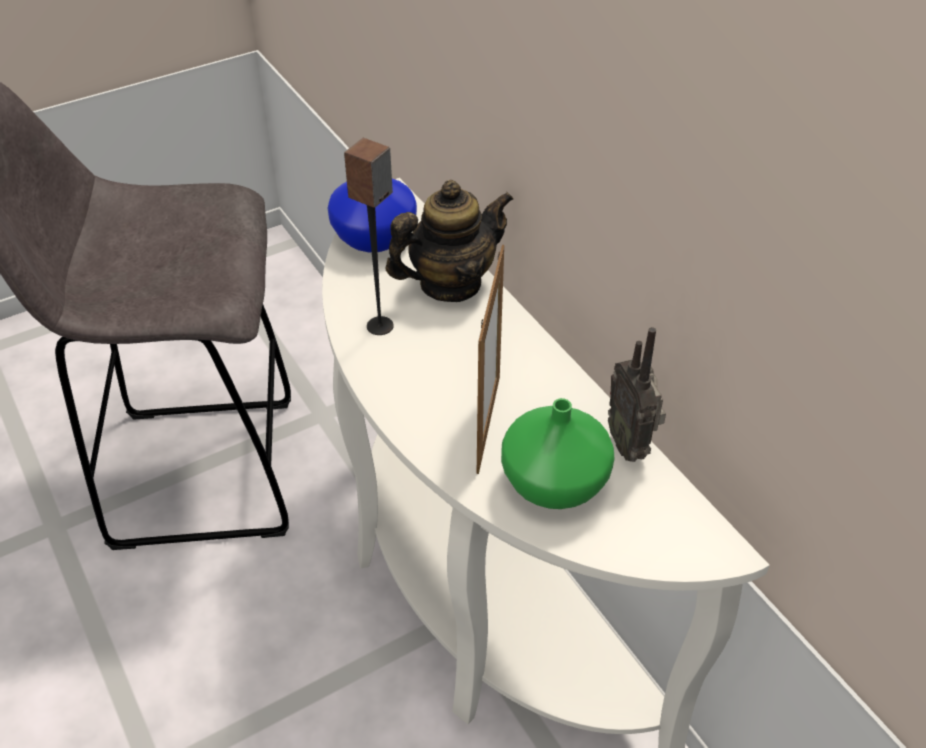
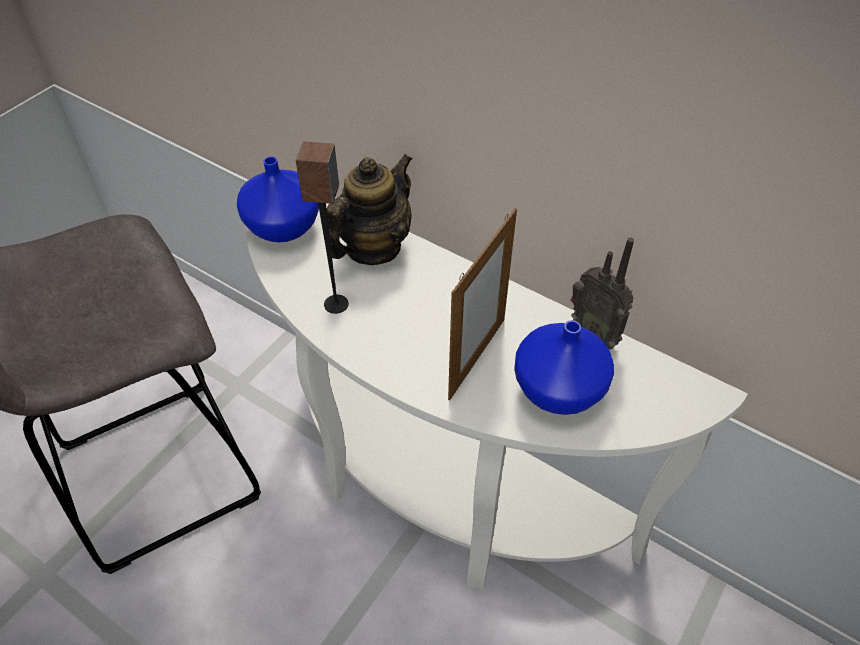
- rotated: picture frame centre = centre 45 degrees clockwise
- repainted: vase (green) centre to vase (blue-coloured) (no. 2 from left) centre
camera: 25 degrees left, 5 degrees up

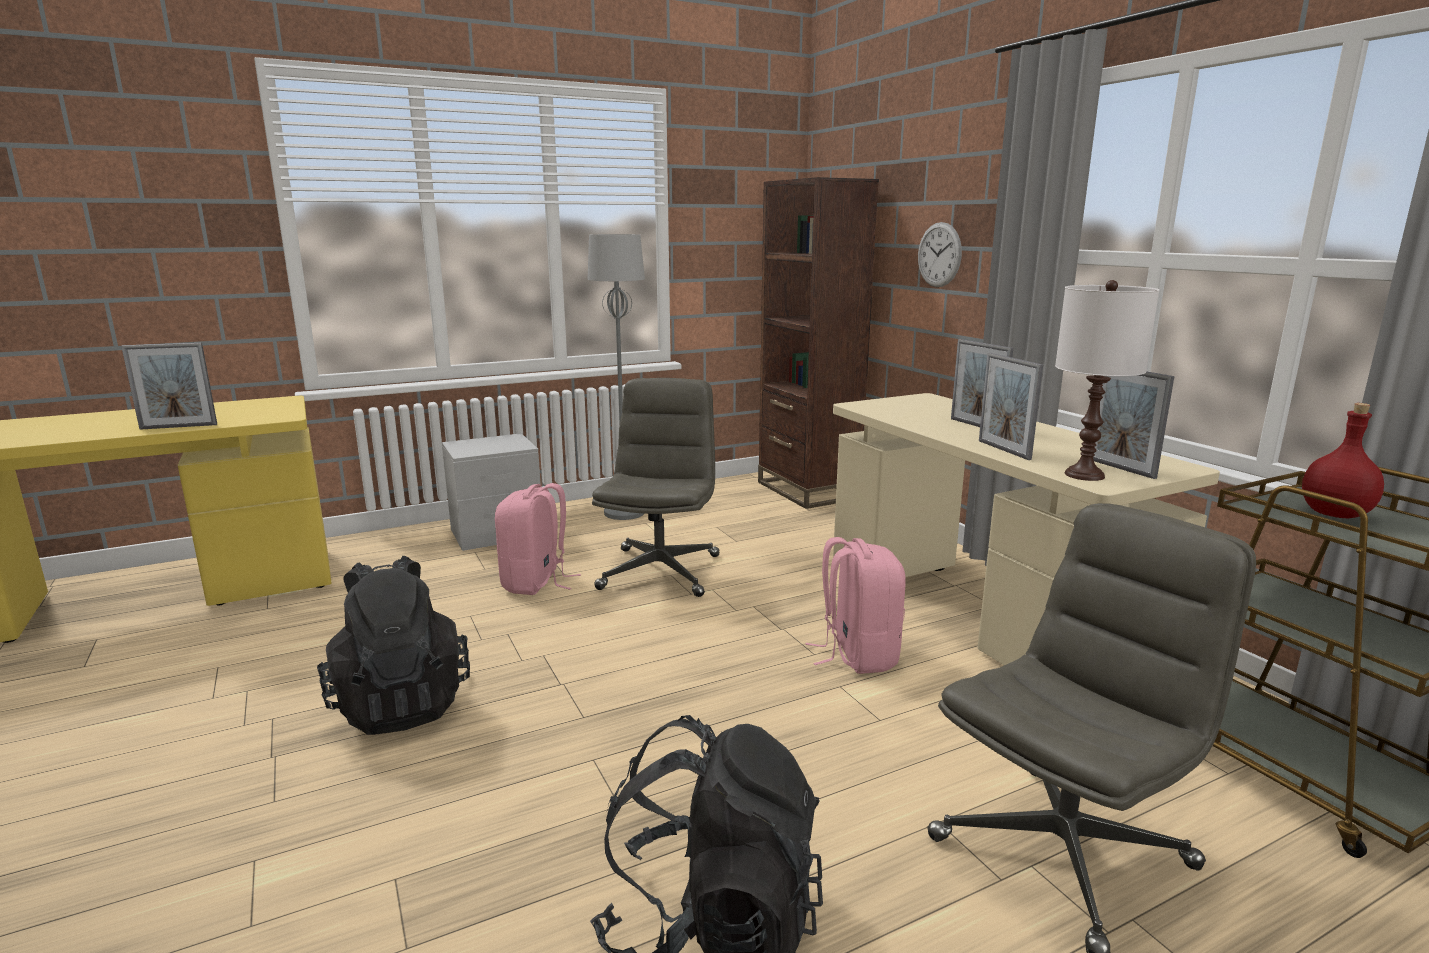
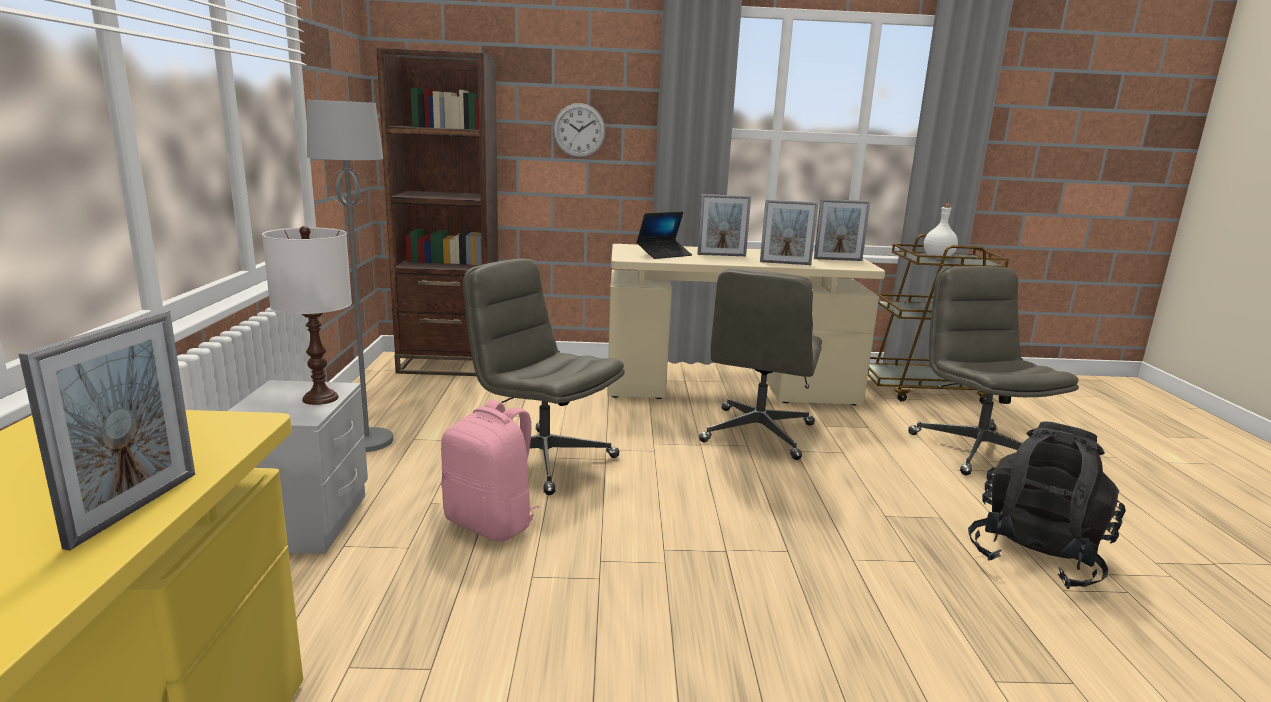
- shifted: tabletop lamp (white-coloured) middle right to middle left
- new: laptop centre
- swapped: backpack (pinkish) (no. 2 from left) centre to office chair (greyish) (no. 2 from left) centre
- repainted: bottle (reddish) middle right to bottle (white-coloured) top right
- gone: backpack (black) (no. 1 from left) bottom left
camera: 65 degrees left, 0 degrees up

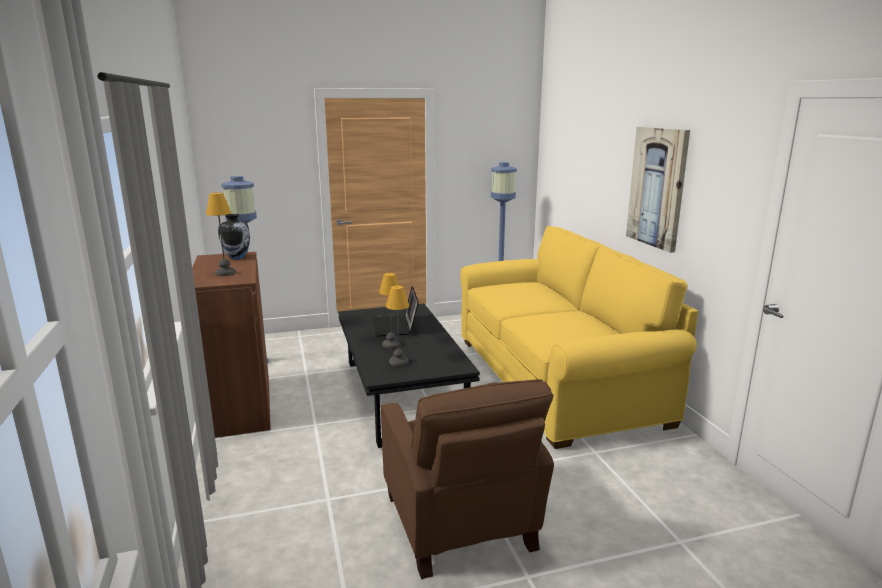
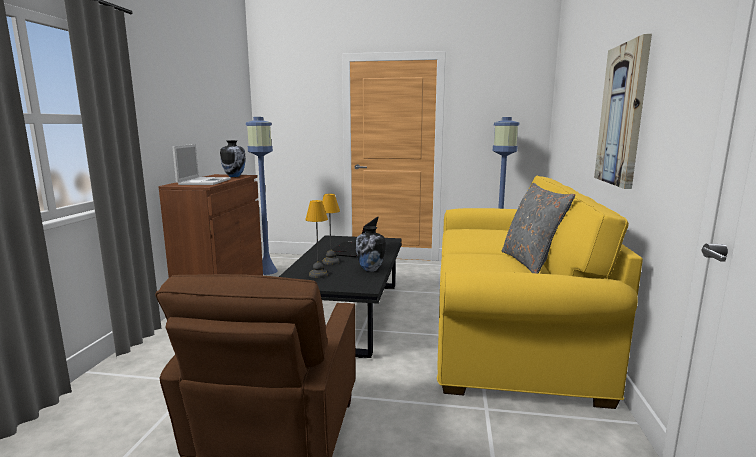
- swapped: tabletop lamp (no. 1 from left) middle left to laptop (no. 1 from left) middle left
- new: vase (no. 2 from left) centre
- new: cushion (greyish) middle right
camera: 25 degrees right, 5 degrees down

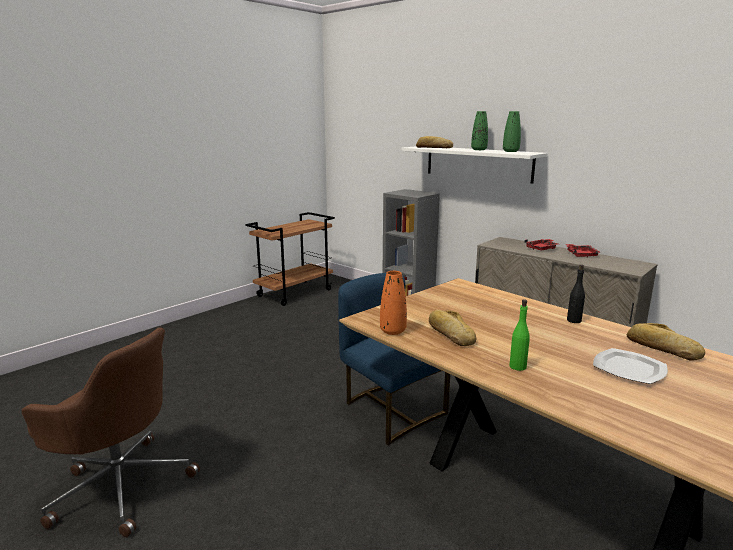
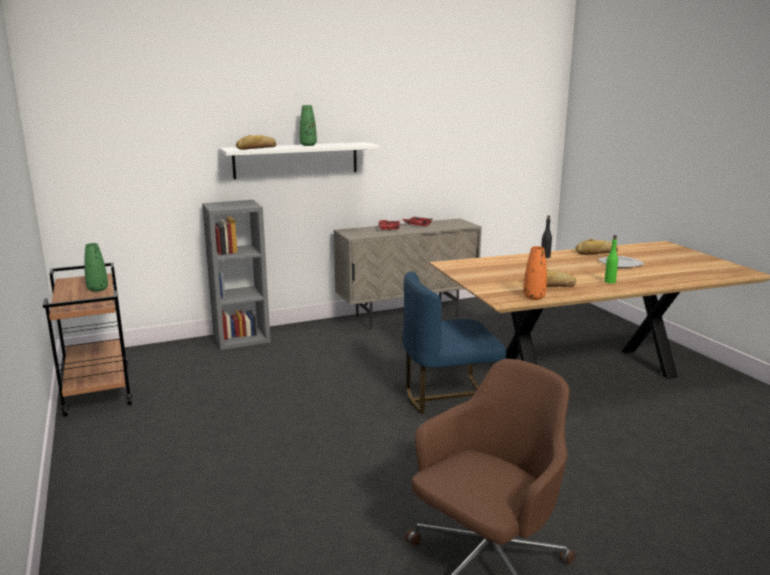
- shifted: vase (green) (no. 2 from left in the first image) top right to vase (green) (no. 1 from left) middle left
camera: 65 degrees left, 0 degrees up

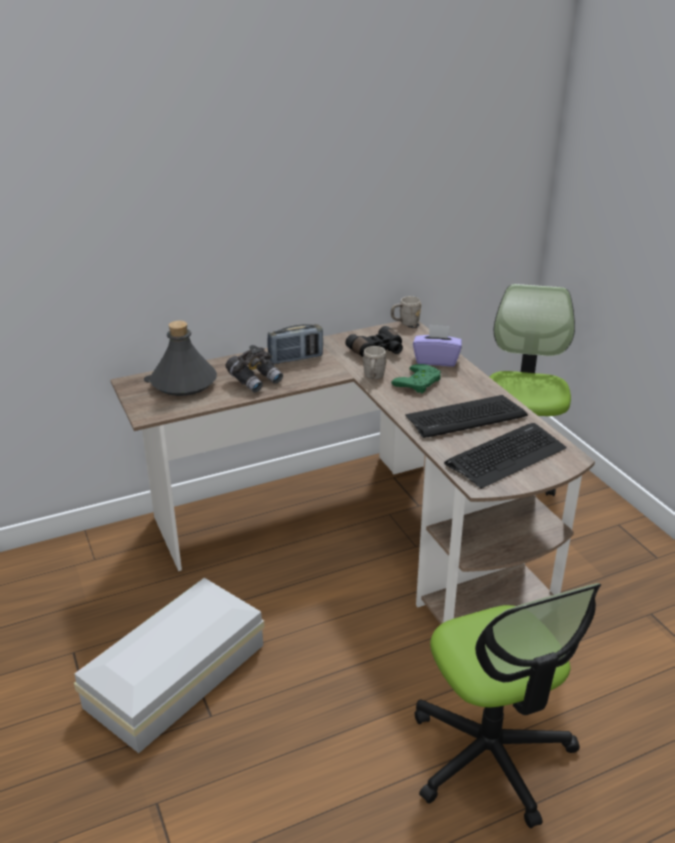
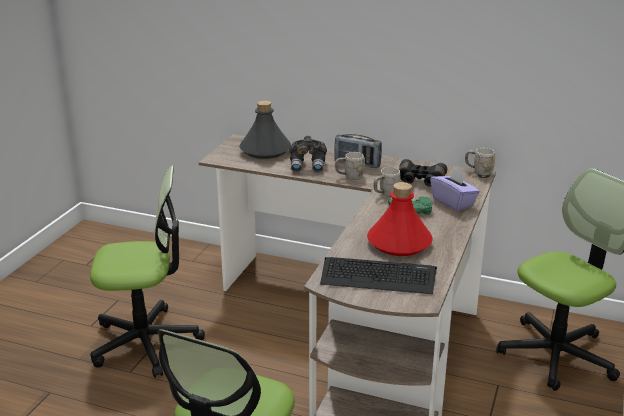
- swapped: storage container (white-coloured) bottom left to office chair (no. 1 from left) middle left
- new: mug (greyish) (no. 1 from left) centre
- swapped: PC keyboard (no. 1 from left) middle right to bottle (reddish) centre
camera: 45 degrees right, 5 degrees down

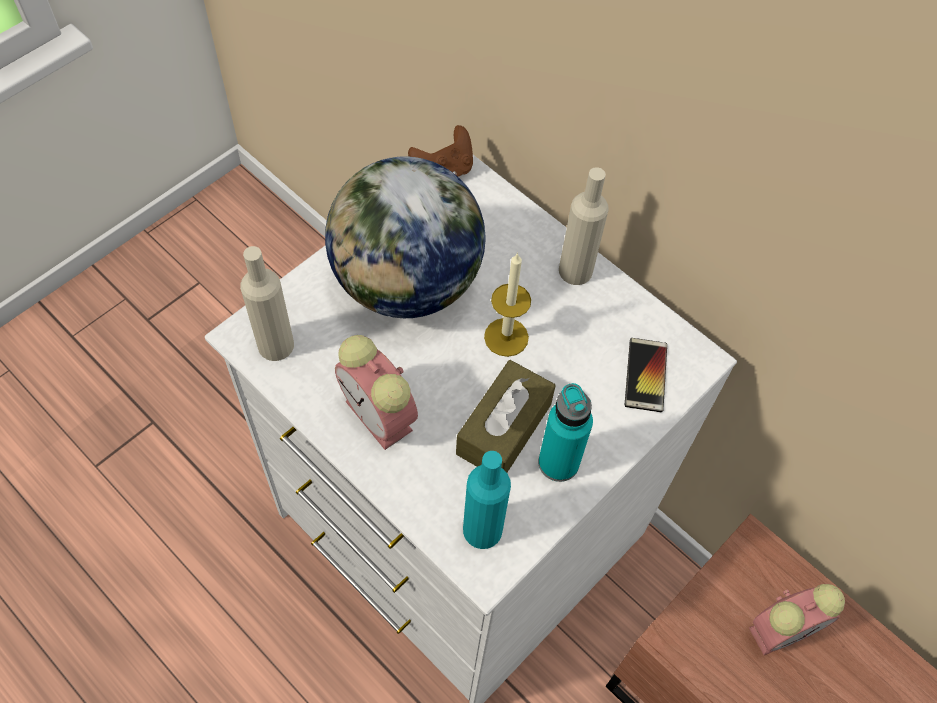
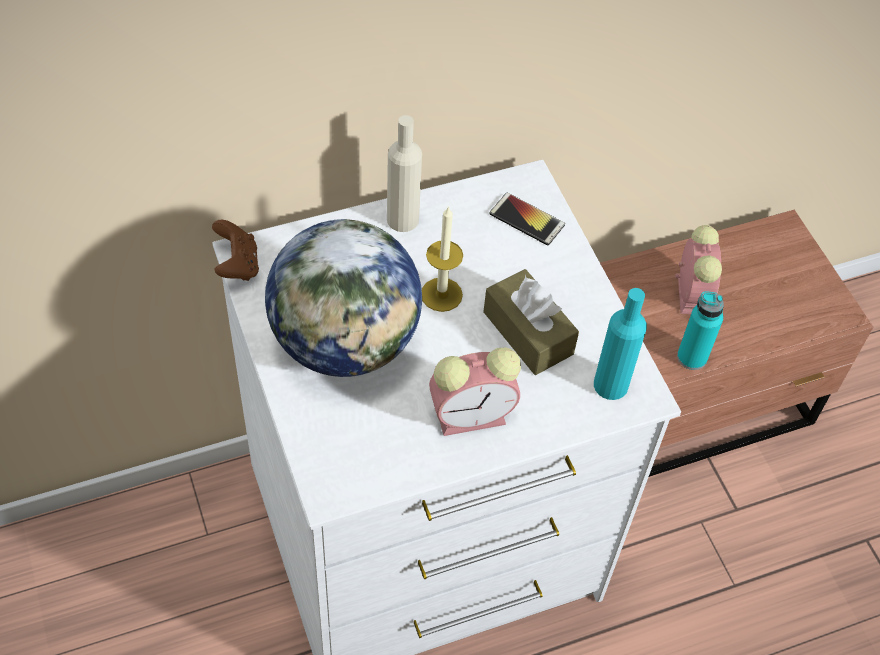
- shifted: bottle (turquoise) (no. 2 from left) centre to middle right
- gone: bottle (beige-coloured) (no. 1 from left) middle left
camera: 65 degrees left, 5 degrees down

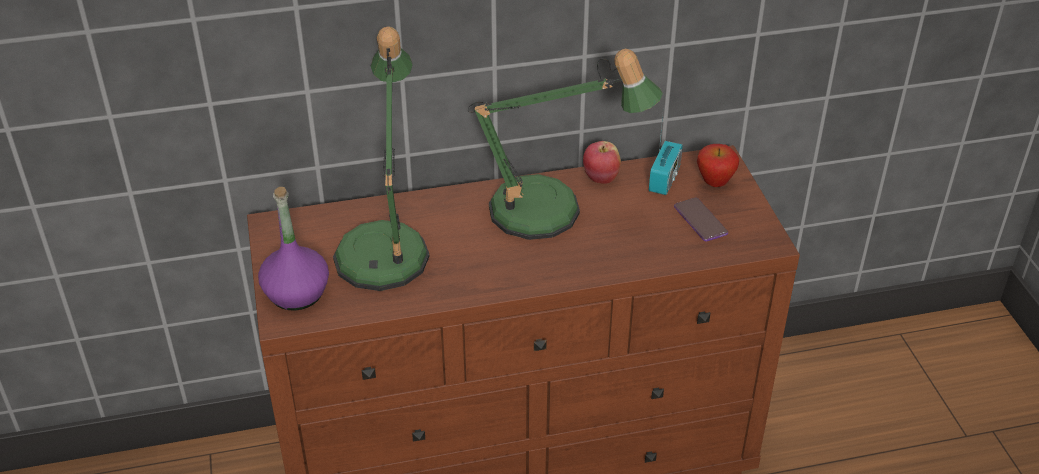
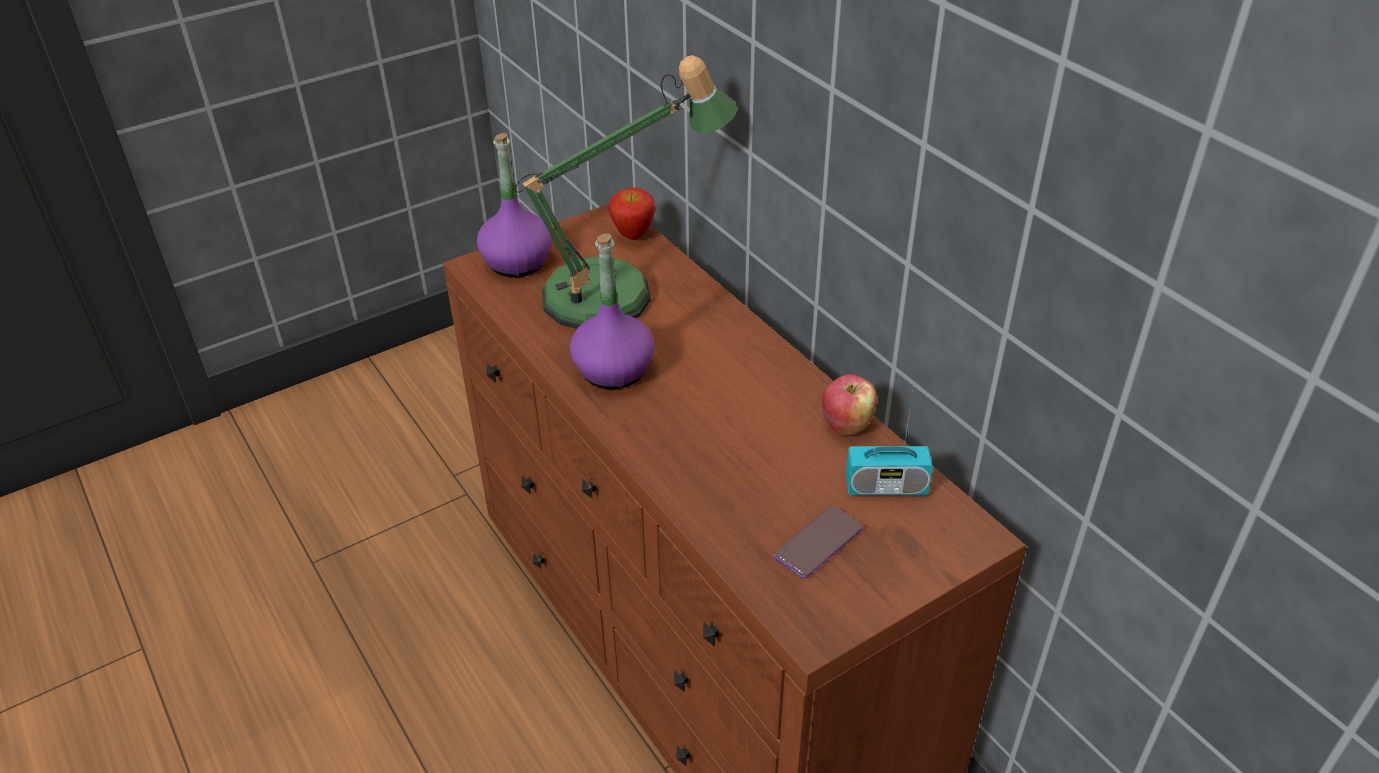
- new: bottle (purplish) (no. 2 from left) centre
- shifted: apple (no. 2 from left in the first image) middle right to apple (no. 1 from left) top centre
- gone: tabletop lamp (no. 2 from left) top centre
camera: 70 degrees right, 0 degrees up

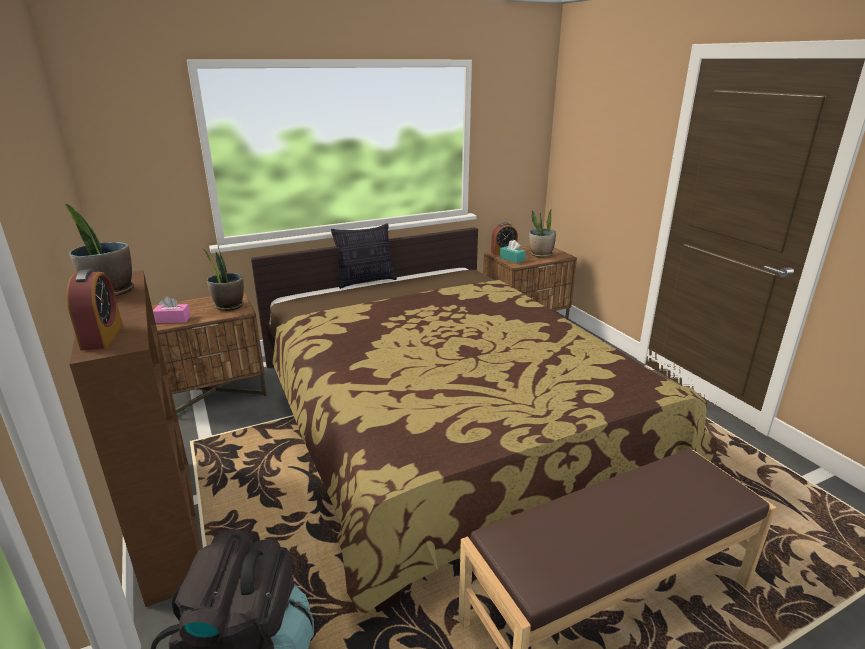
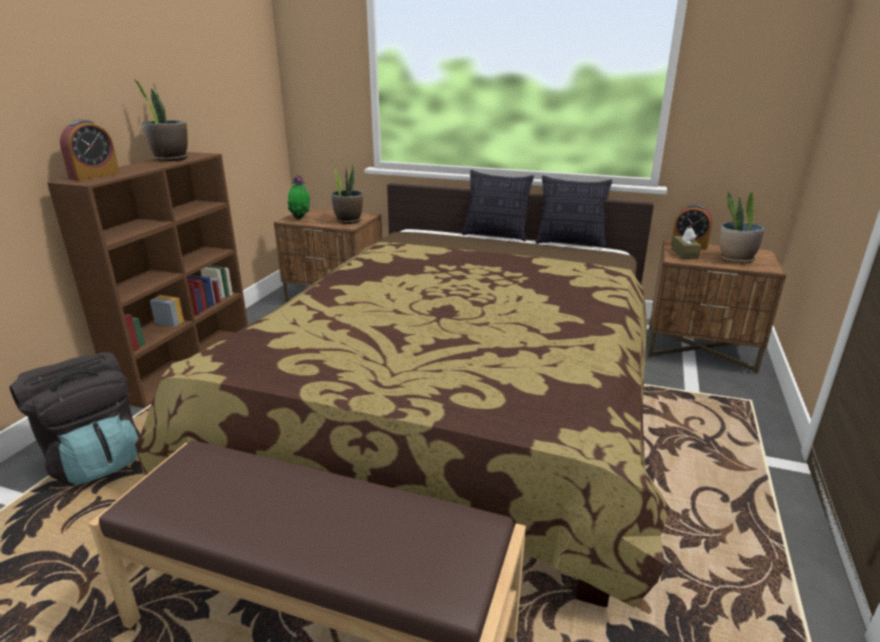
- swapped: tissue box (pinkish) middle left to houseplant (no. 2 from left) top centre
- new: cushion (no. 2 from left) top centre
- repainted: tissue box (turquoise) centre to tissue box (brownish) middle right
camera: 45 degrees right, 0 degrees up

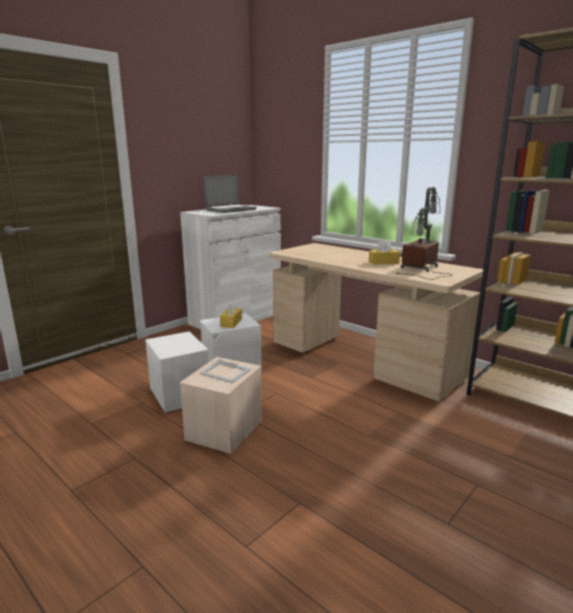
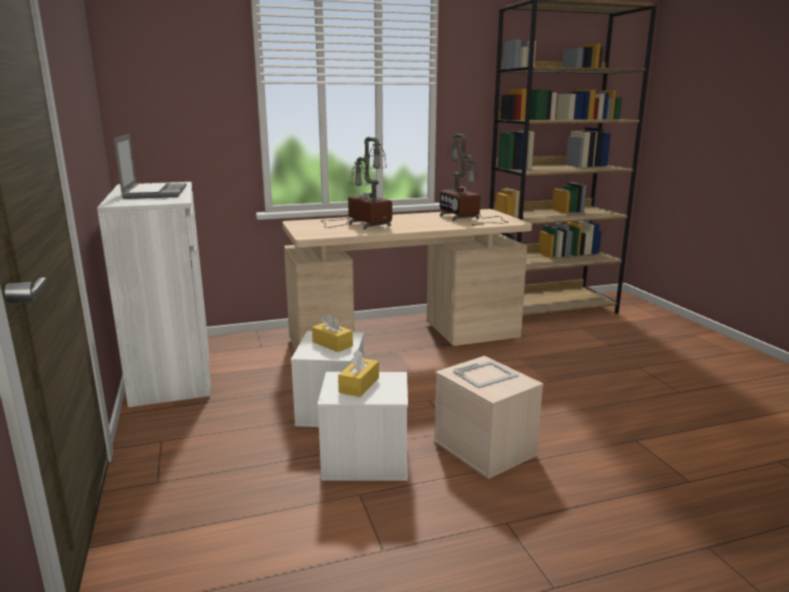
- new: tabletop lamp (no. 1 from left) top centre
- shifted: tissue box (yellow-coloured) (no. 2 from left) middle right to centre
camera: 60 degrees left, 0 degrees up

